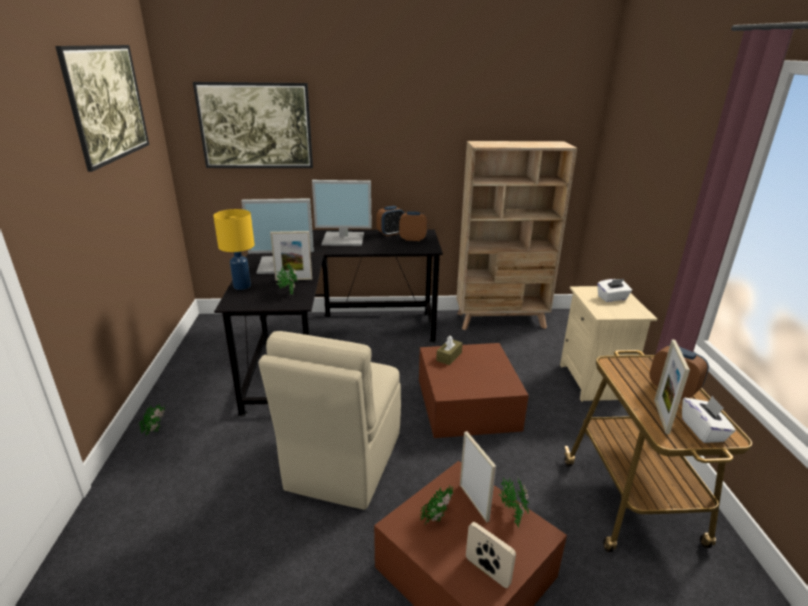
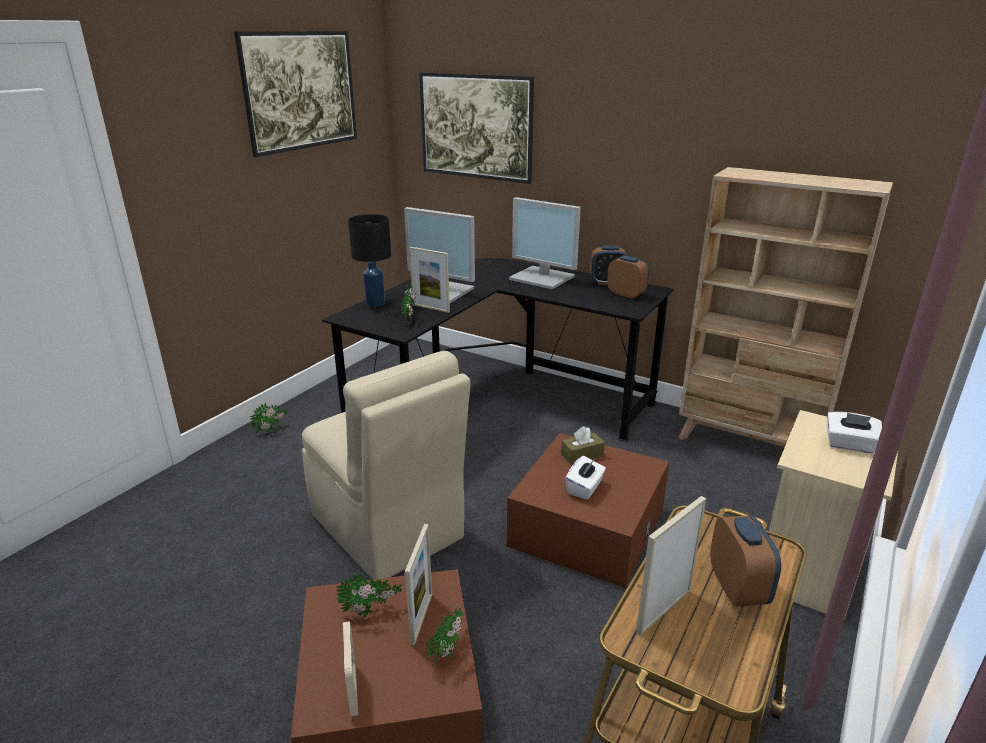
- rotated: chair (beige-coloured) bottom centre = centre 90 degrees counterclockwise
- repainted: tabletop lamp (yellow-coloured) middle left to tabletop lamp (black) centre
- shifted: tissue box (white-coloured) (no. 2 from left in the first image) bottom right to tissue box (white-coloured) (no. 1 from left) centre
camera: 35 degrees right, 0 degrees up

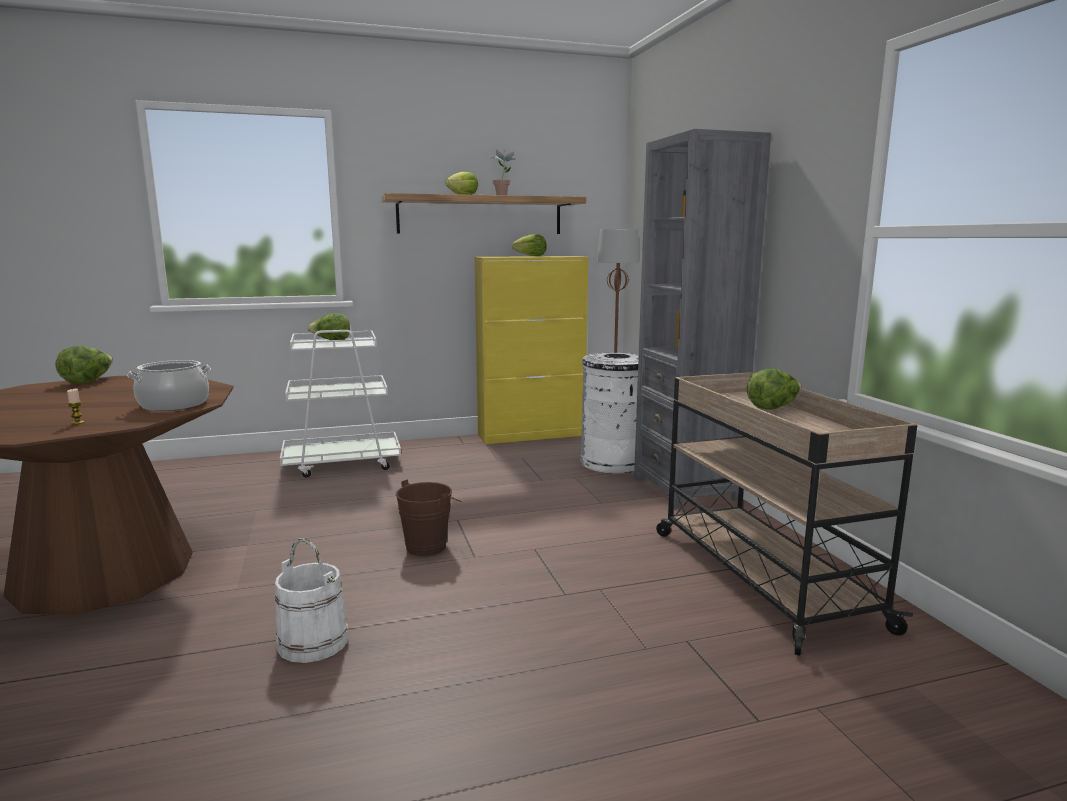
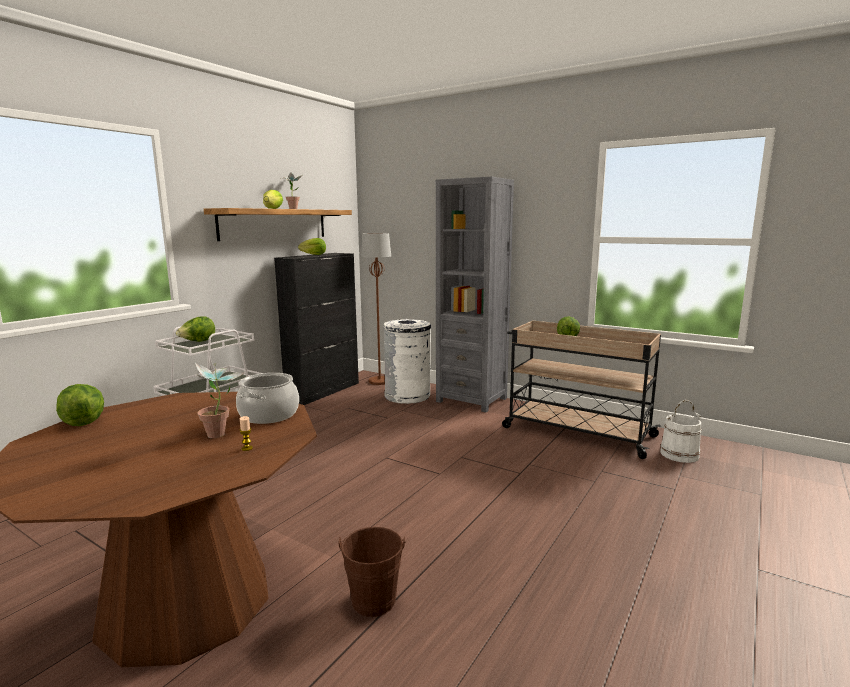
- new: houseplant (no. 1 from left) middle left
- repainted: cupboard (yellow-coloured) centre to cupboard (black) centre
- shifted: pail (brownish) centre to bottom centre
- shifted: pail (white-coloured) bottom left to middle right
camera: 40 degrees left, 0 degrees up

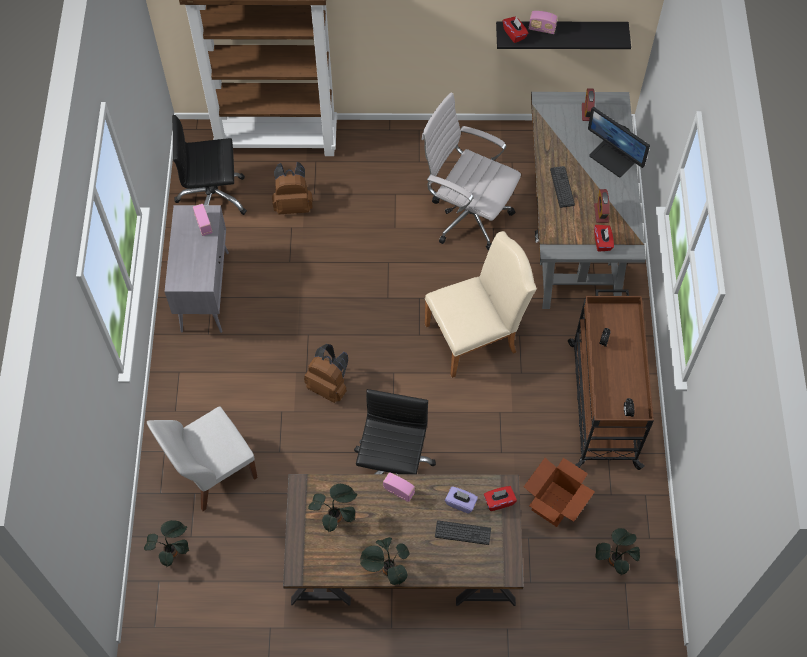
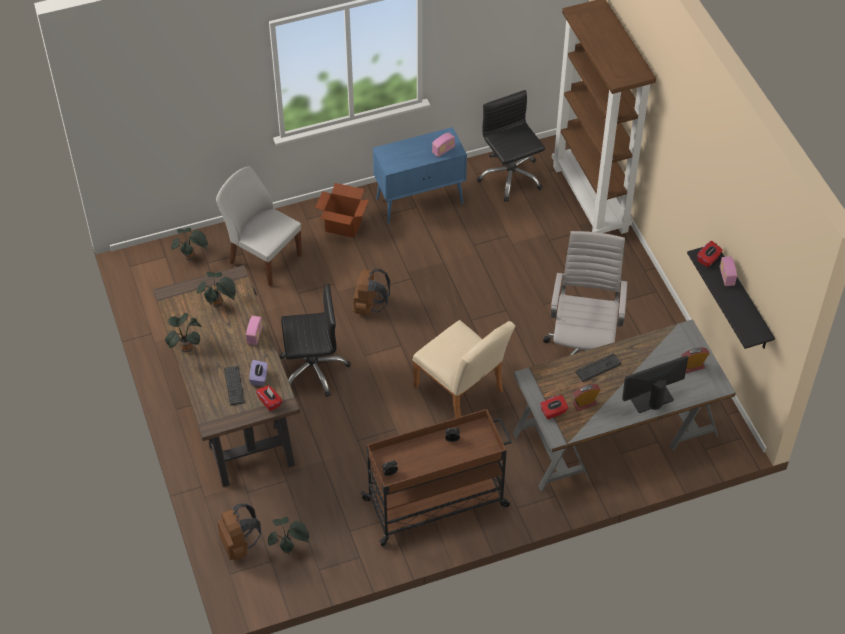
- shifted: backpack (brownish) (no. 1 from left) top centre to bottom left
- shifted: cardboard box bottom right to top centre
- repainted: cupboard (greyish) middle left to cupboard (blue-coloured) top centre
- rotated: computer screen top right = middle right 45 degrees clockwise
camera: 70 degrees right, 10 degrees down

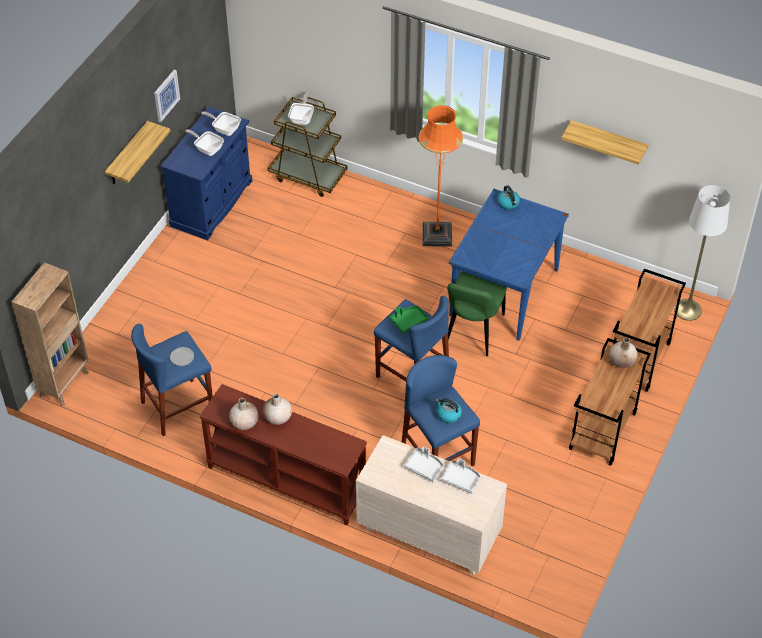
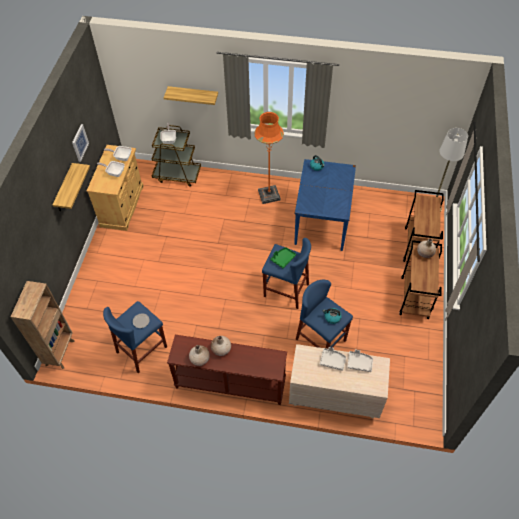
- repainted: cupboard (blue-coloured) top left to cupboard (beige-coloured) middle left
- shifted: shelf (no. 2 from left) top right to top centre
- gone: chair (green) centre
camera: 15 degrees left, 5 degrees up

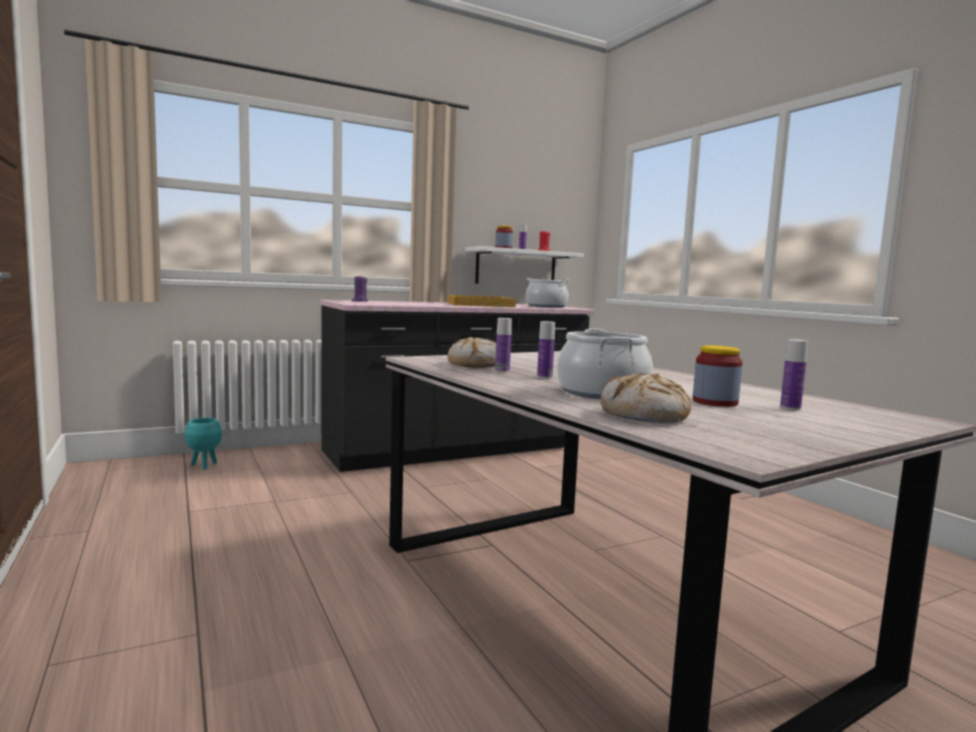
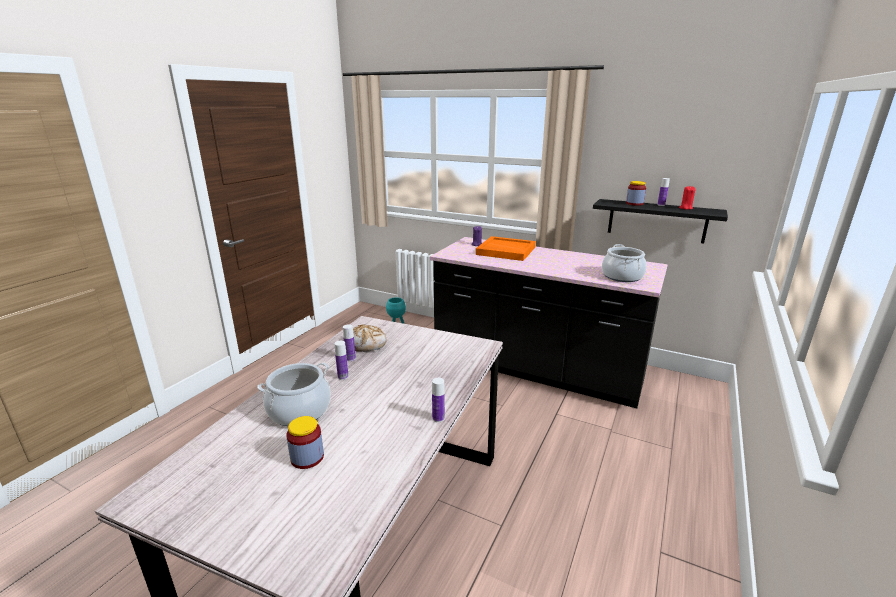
- shifted: bottle (no. 4 from left in the first image) middle right to bottle (no. 3 from left) bottom centre
- new: tray (orange-coloured) centre
- repainted: shelf (white-coloured) centre to shelf (black) middle right
- gone: tray (beige-coloured) centre
- gone: bread (no. 2 from left) centre
camera: 55 degrees right, 15 degrees up

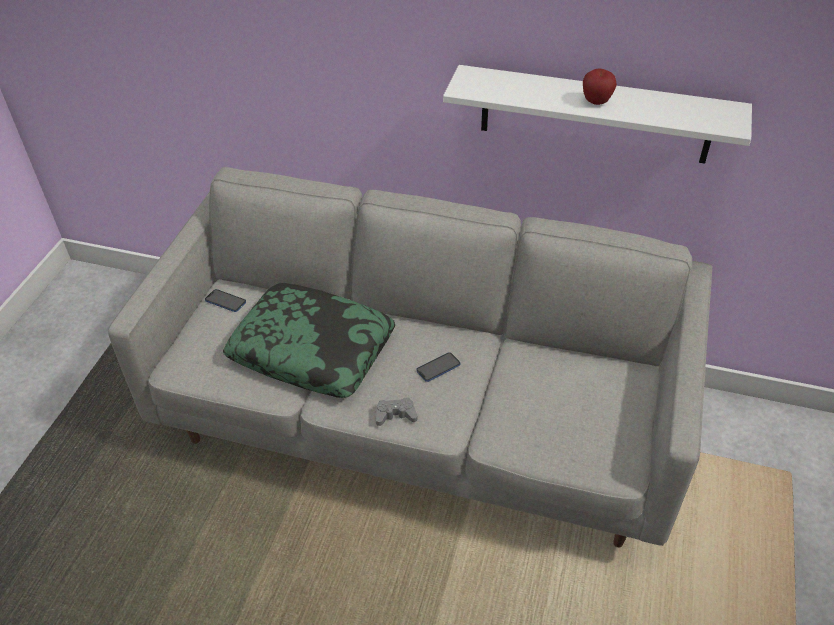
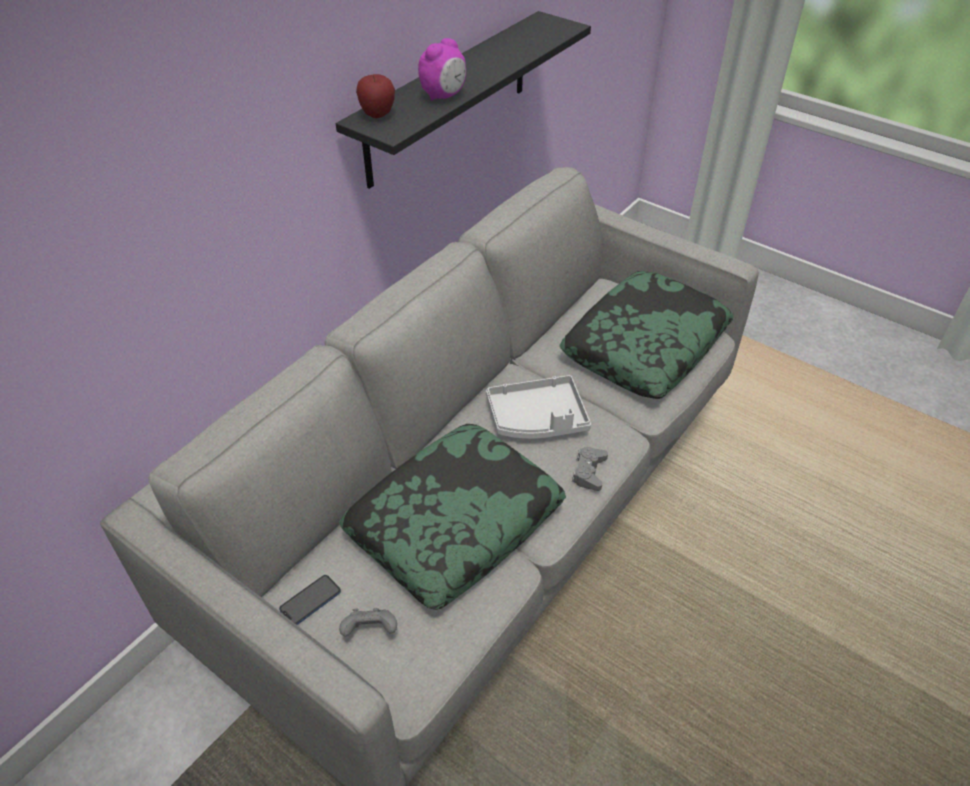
- repainted: shelf (white-coloured) top right to shelf (black) top centre
- new: joypad (greyish) (no. 1 from left) bottom centre
- shifted: apple top right to top centre
- new: table clock top centre
- swapped: telephone (no. 2 from left) centre to tray (greyish) centre
- new: cushion (no. 2 from left) centre
camera: 70 degrees left, 0 degrees up

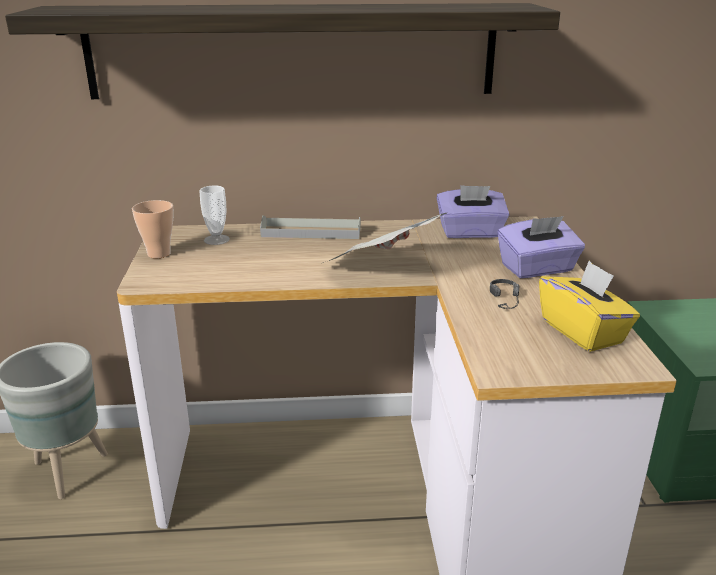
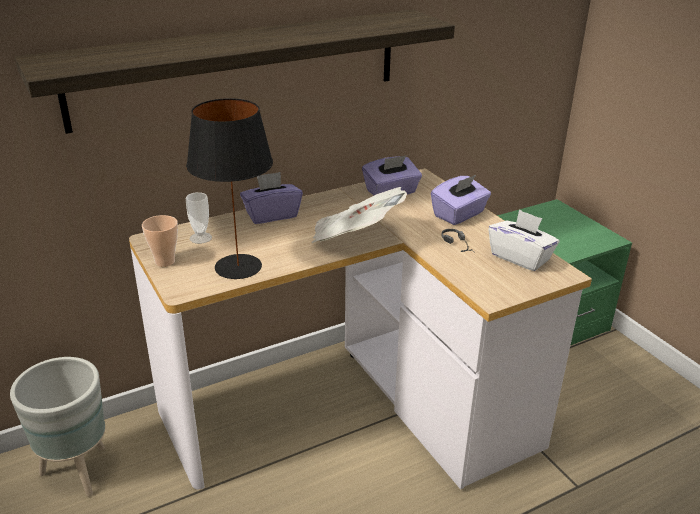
- new: tabletop lamp (black) middle left
- swapped: tray (greyish) centre to tissue box (purplish) (no. 1 from left) centre
- repainted: tissue box (yellow-coloured) middle right to tissue box (white-coloured) middle right
camera: 25 degrees left, 5 degrees up

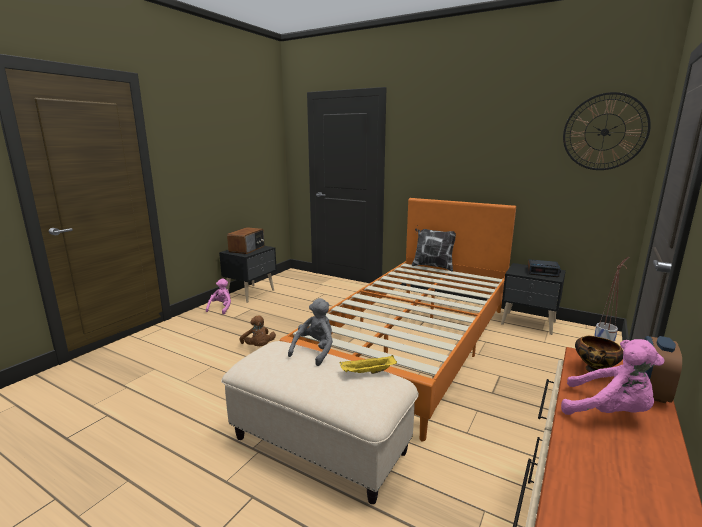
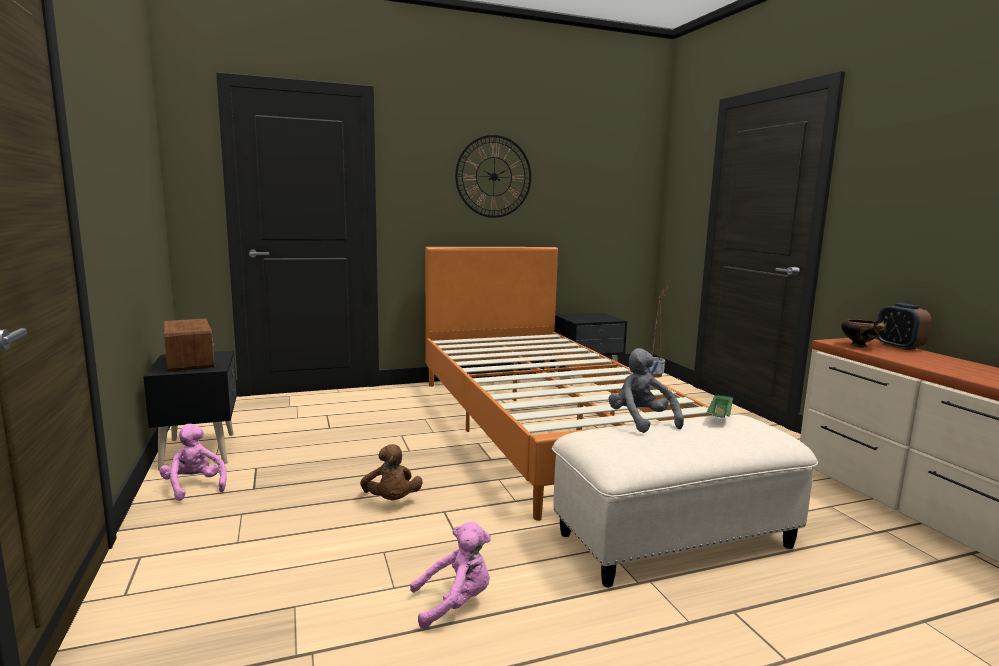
- rotated: plush toy (brownish) centre = bottom centre 60 degrees clockwise
- shifted: plush toy (pinkish) (no. 2 from left) bottom right to bottom centre
- shifted: clock on the wall top right to top centre
- repainted: tray (yellow-coloured) bottom centre to tray (green) middle right
- gone: cushion centre
- gone: table clock (no. 1 from left) middle right
camera: 50 degrees left, 5 degrees down

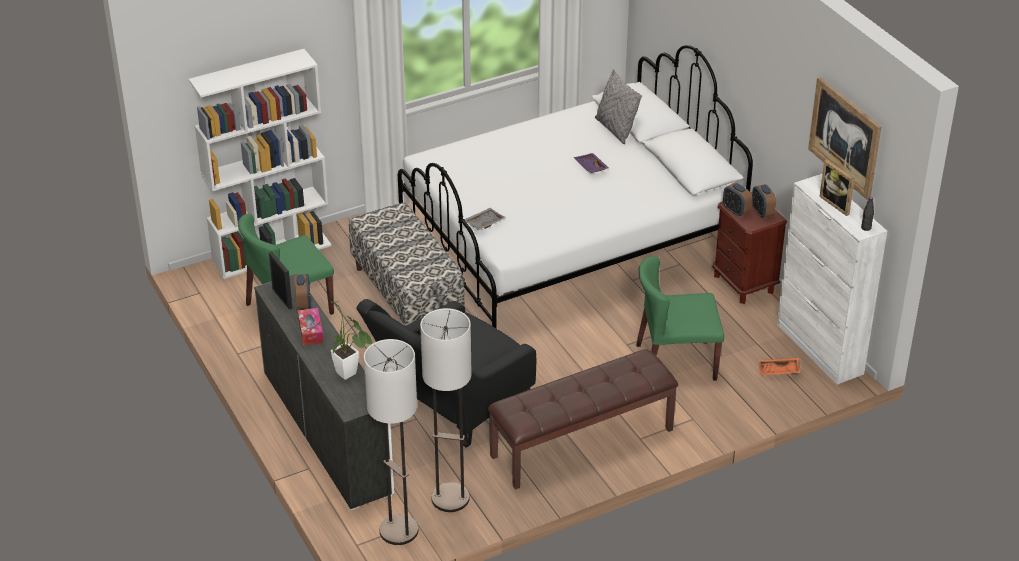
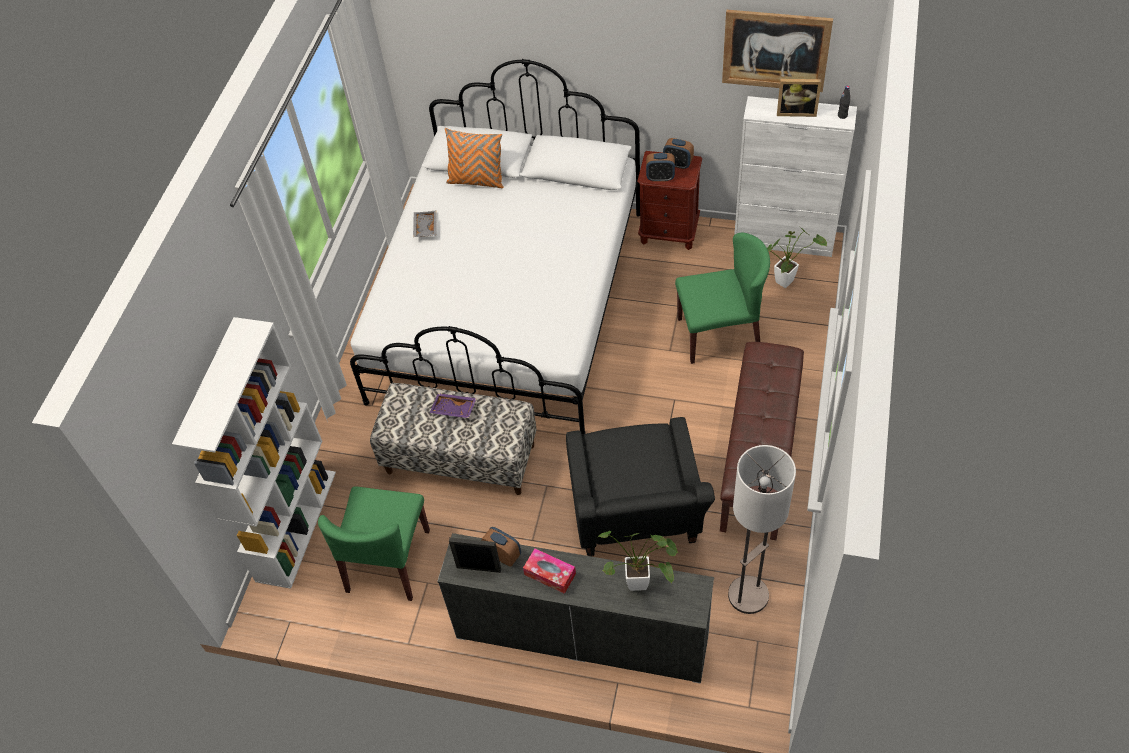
- shifted: tray (greyish) centre to top centre
- shifted: tray (purplish) top centre to centre
- repainted: cushion (greyish) top centre to cushion (orange-coloured) top centre
- rotated: chair (green) (no. 2 from left) middle right = centre 135 degrees counterclockwise
- swapped: tray (orange-coloured) middle right to houseplant (no. 2 from left) middle right
- gone: standing lamp (no. 1 from left) bottom centre
camera: 45 degrees left, 15 degrees up

